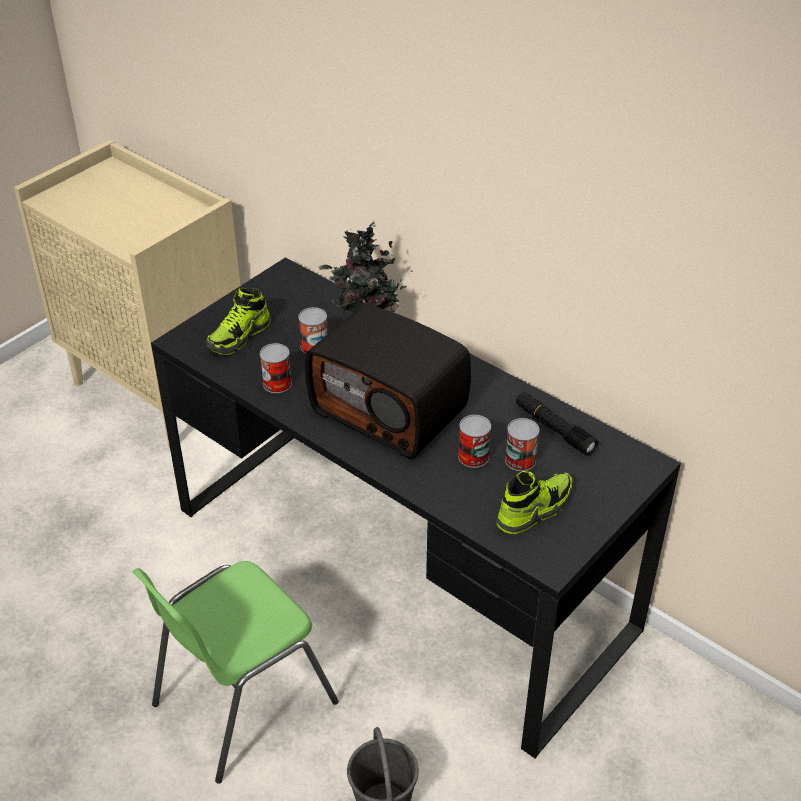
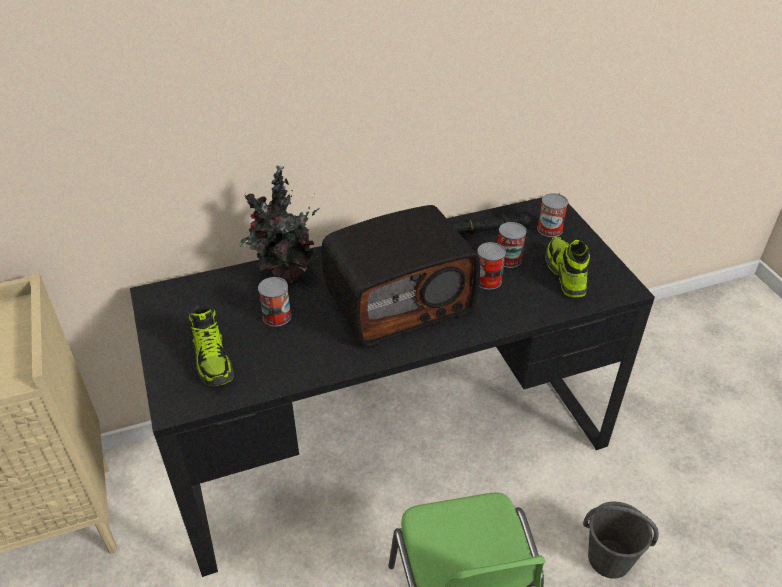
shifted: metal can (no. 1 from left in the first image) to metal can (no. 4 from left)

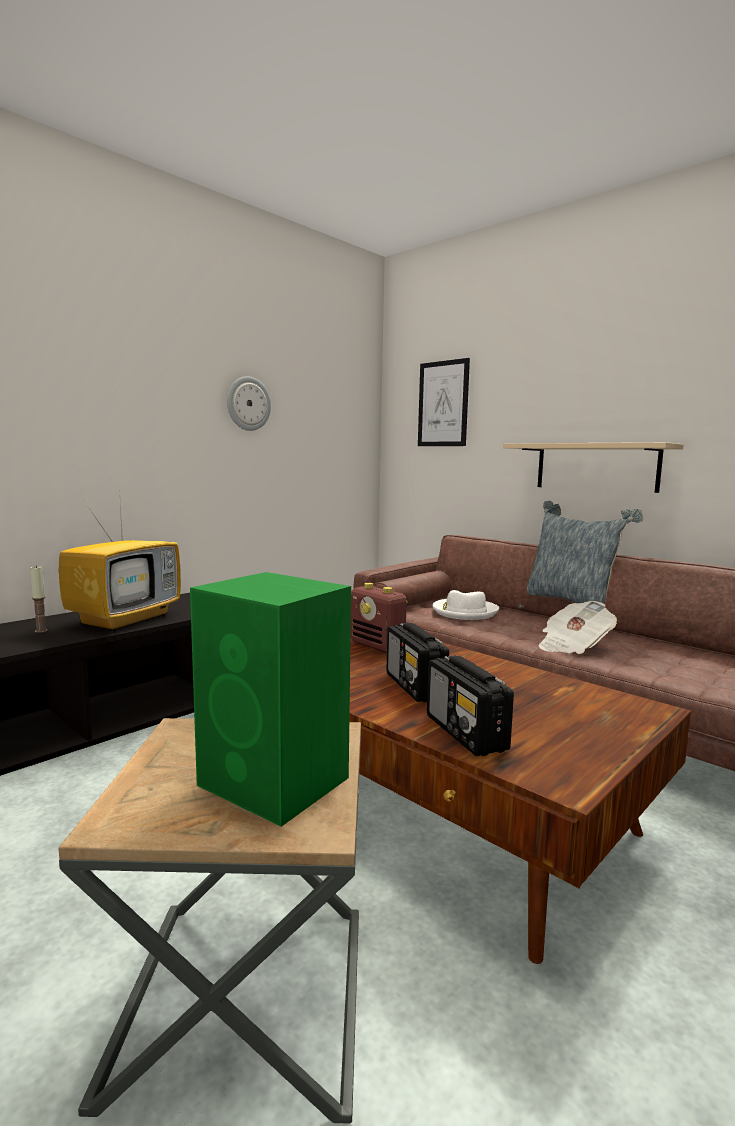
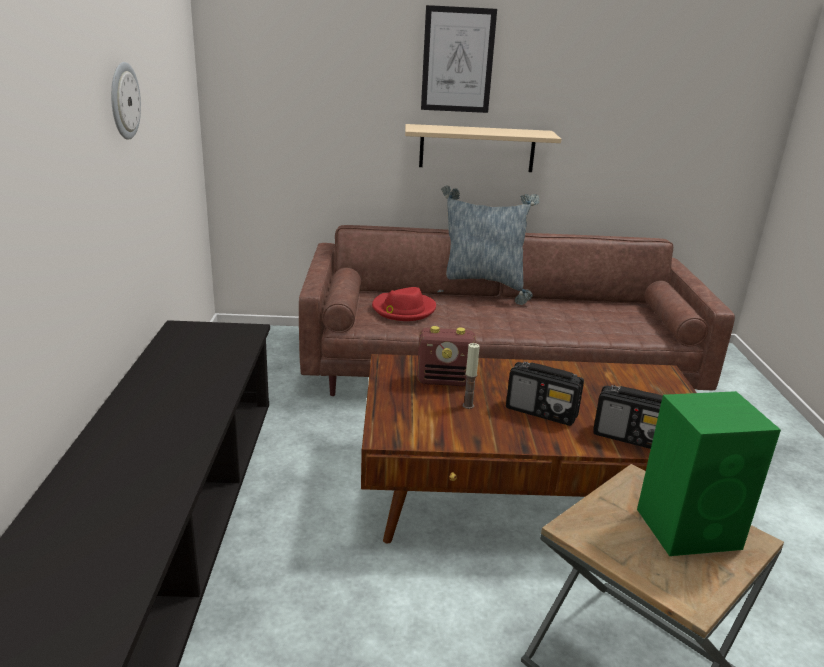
gone: TV set; printed paper
shifted: wax light; wall art
repainted: clothing hat/white to clothing hat/red-coloured

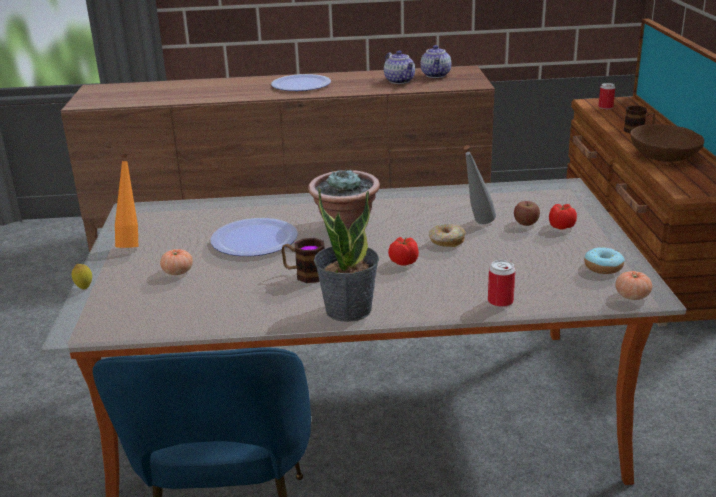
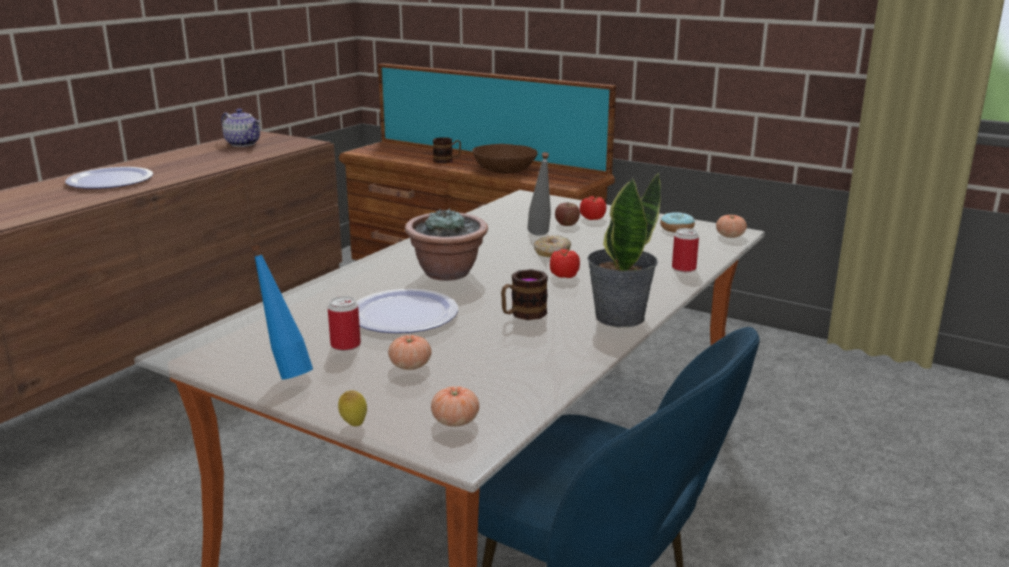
gone: pot for tea (no. 1 from left)
new: fresh tomato (no. 2 from left)
shifted: metal can (no. 2 from left in the first image) to metal can (no. 1 from left)
repainted: bottle/orange-coloured to bottle/bluish

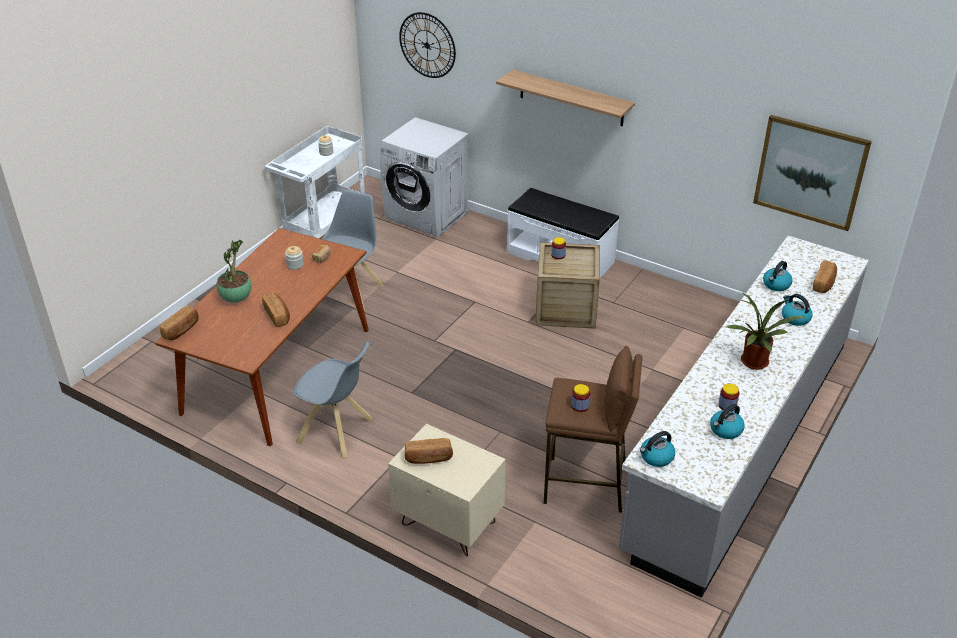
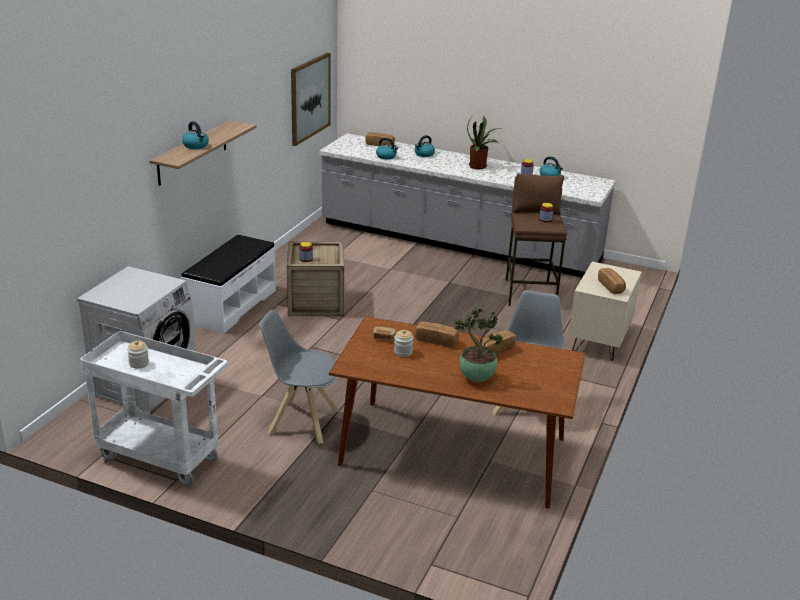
gone: clock on the wall
shifted: bakery bread (no. 1 from left in the first image) to bakery bread (no. 3 from left); tea kettle (no. 1 from left)

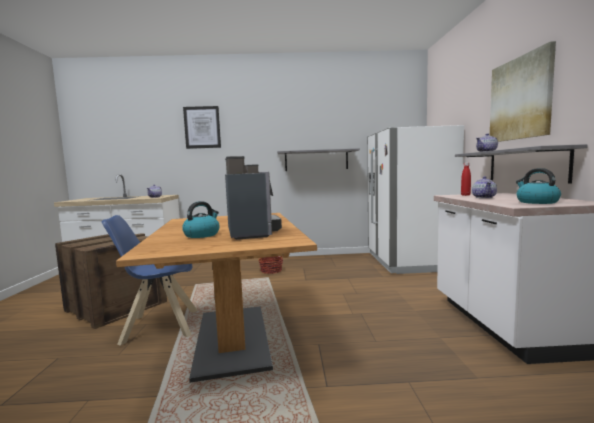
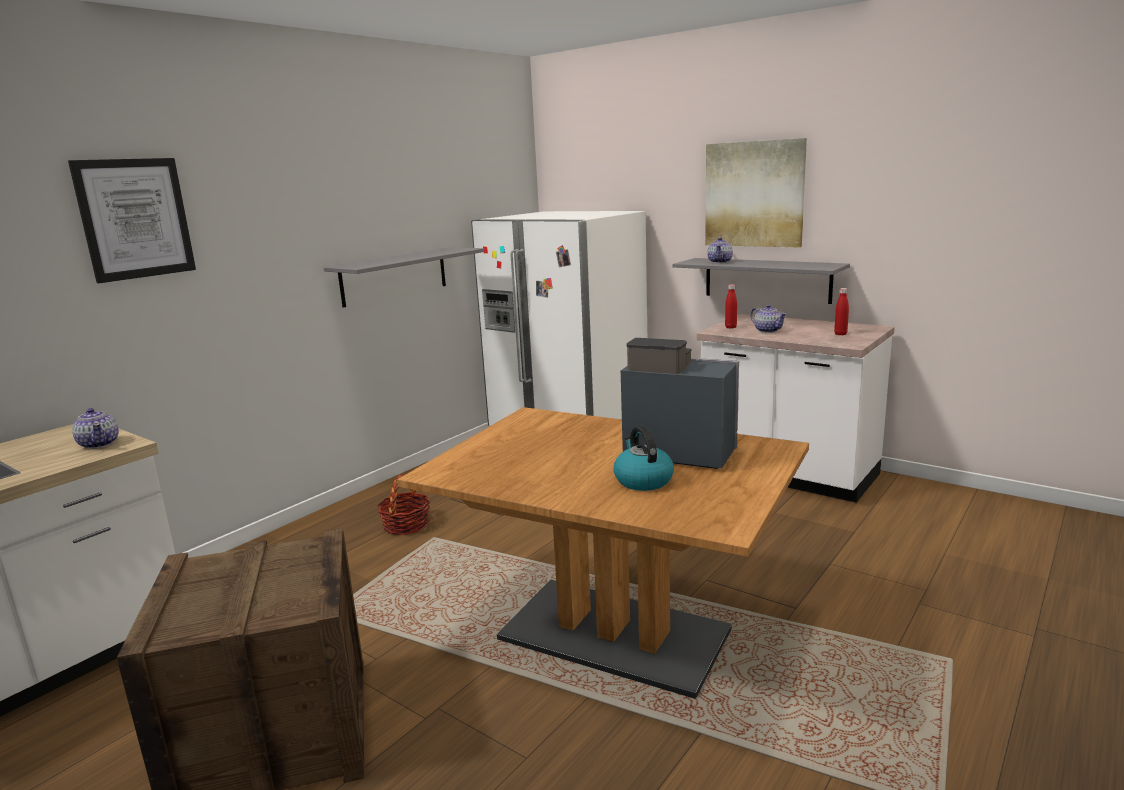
gone: upright chair/bluish
swapped: tea kettle (no. 2 from left) to bottle/red-coloured (no. 2 from left)

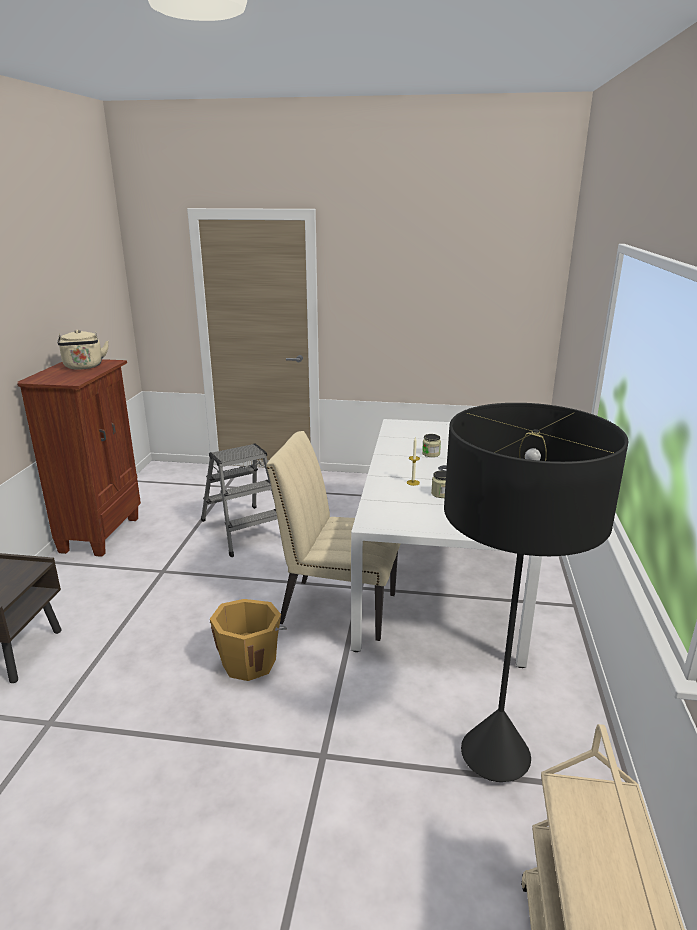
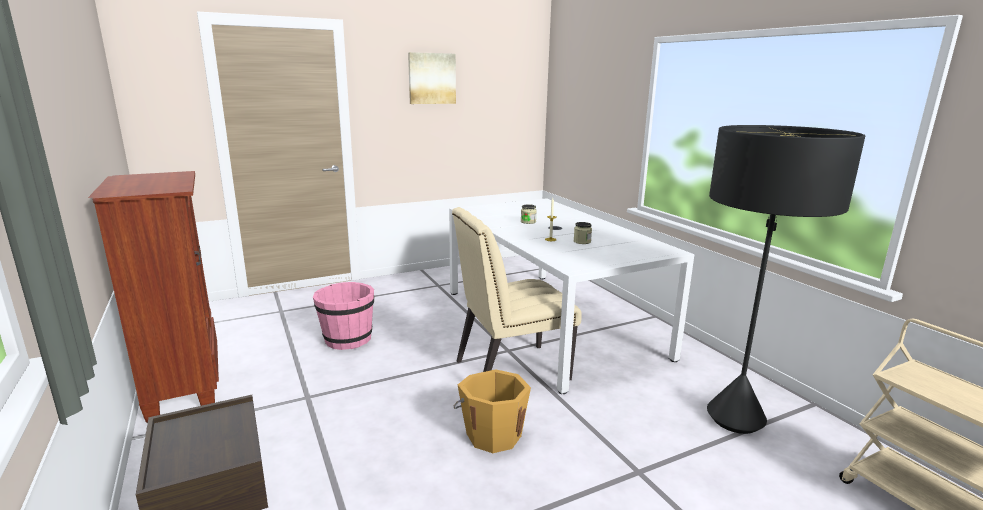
gone: tea kettle/sand-coloured
new: wall art
swapped: stepladder/greyish to pail/pink

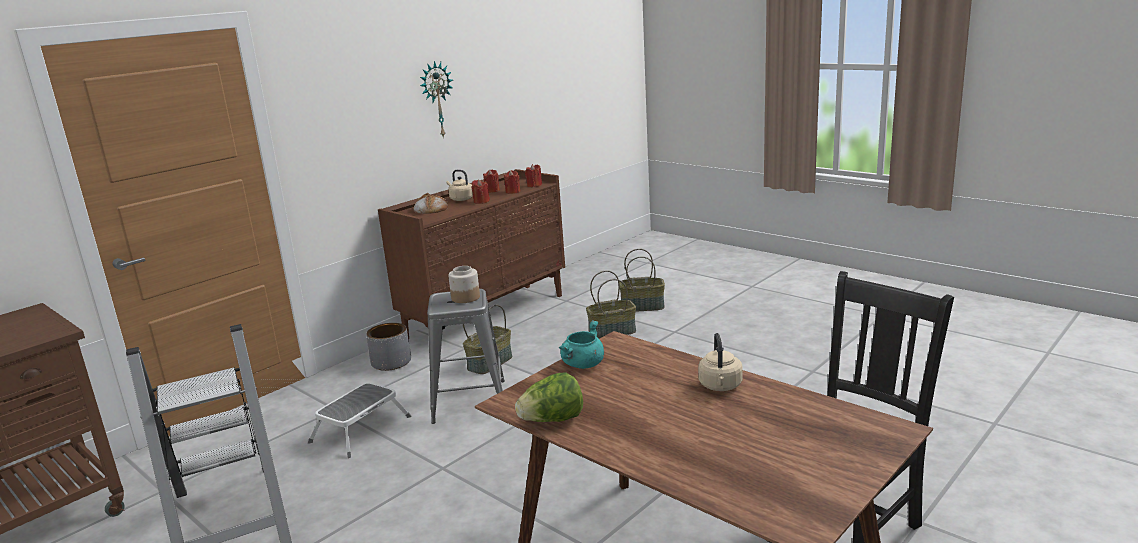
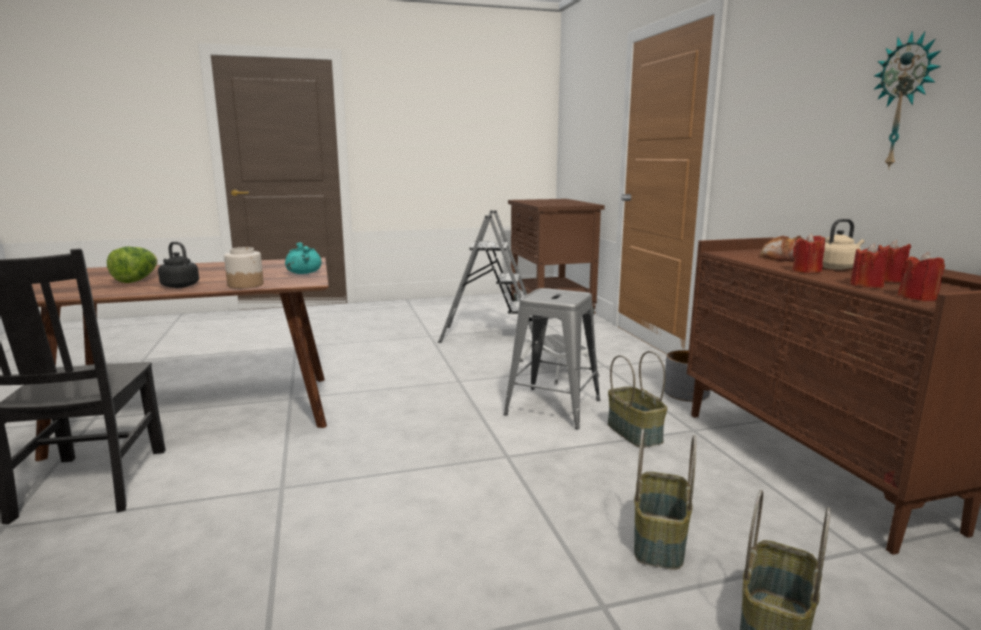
shifted: preserve jar; lettuce
repainted: tea kettle/sand-coloured (no. 2 from left) to tea kettle/black

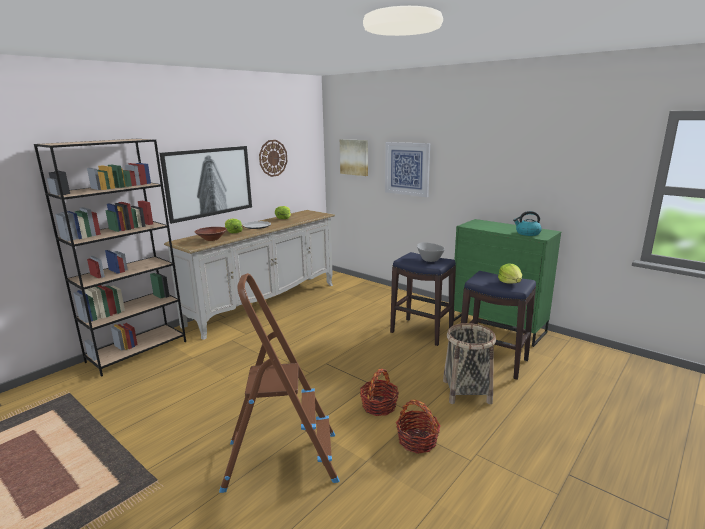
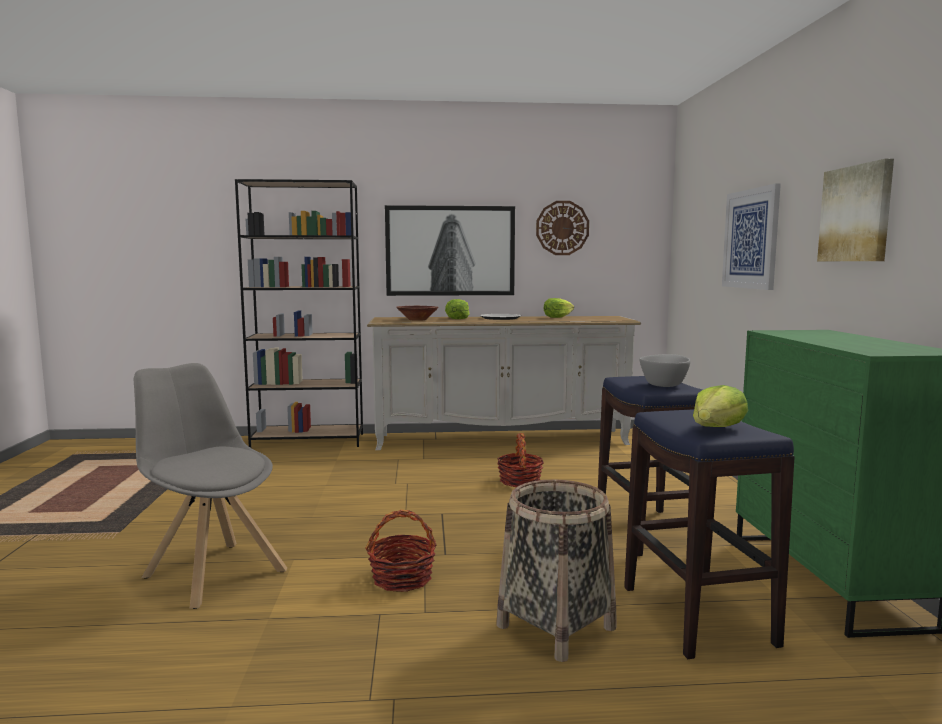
gone: tea kettle
shifted: wall art (no. 2 from left in the first image) to wall art (no. 3 from left); household basket (no. 2 from left)
swapped: stepladder/brownish to upright chair/greyish

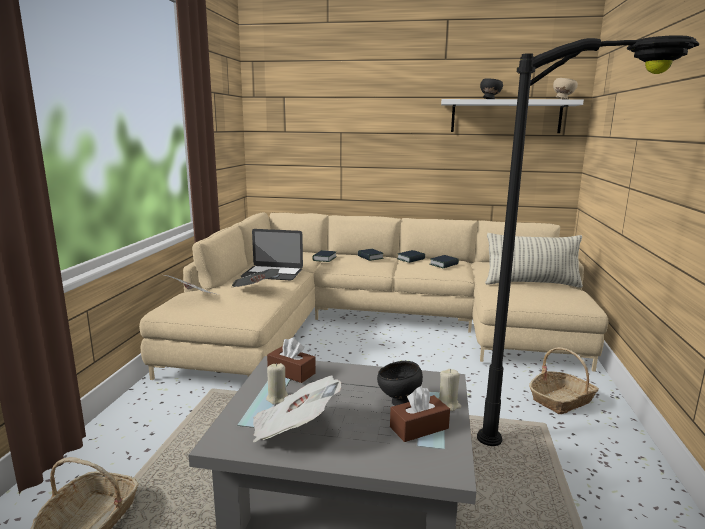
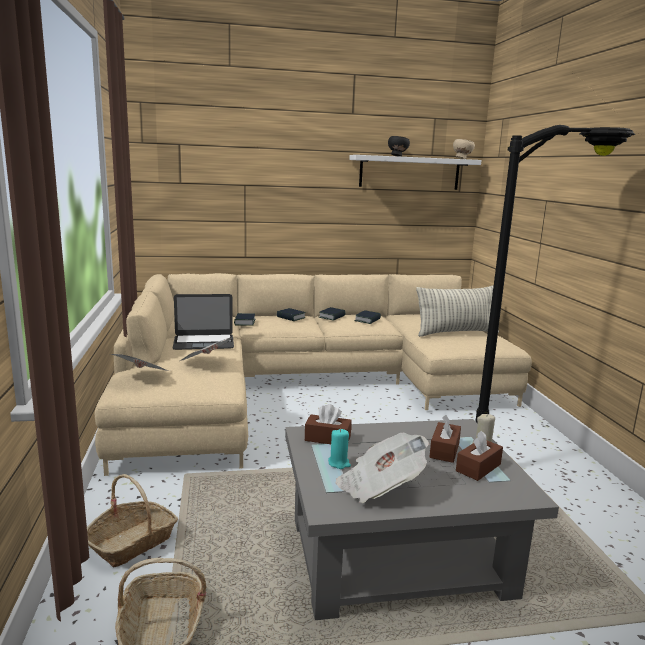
shifted: household basket (no. 2 from left in the first image) to household basket (no. 1 from left)
swapped: deep dish/black (no. 1 from left) to tissue box/brownish (no. 2 from left)
repainted: wax light/sand-coloured (no. 1 from left) to wax light/turquoise-coloured

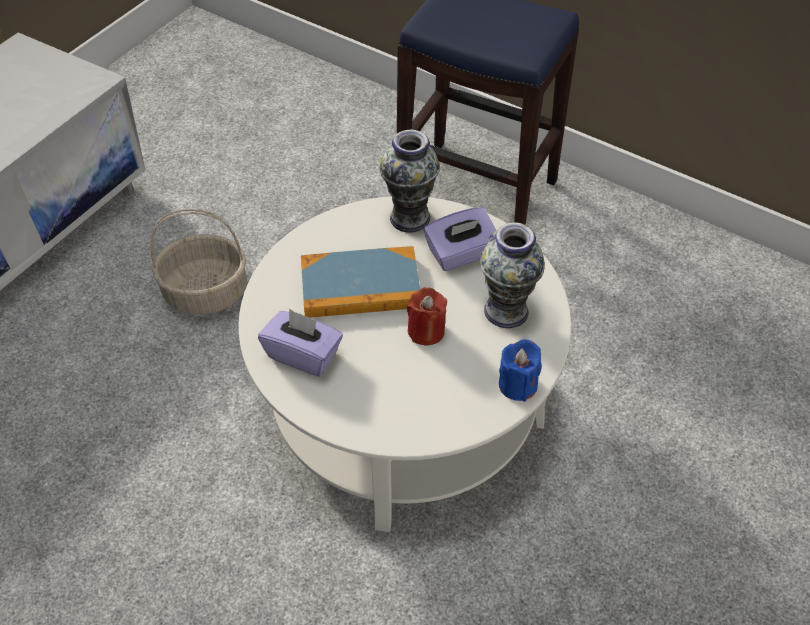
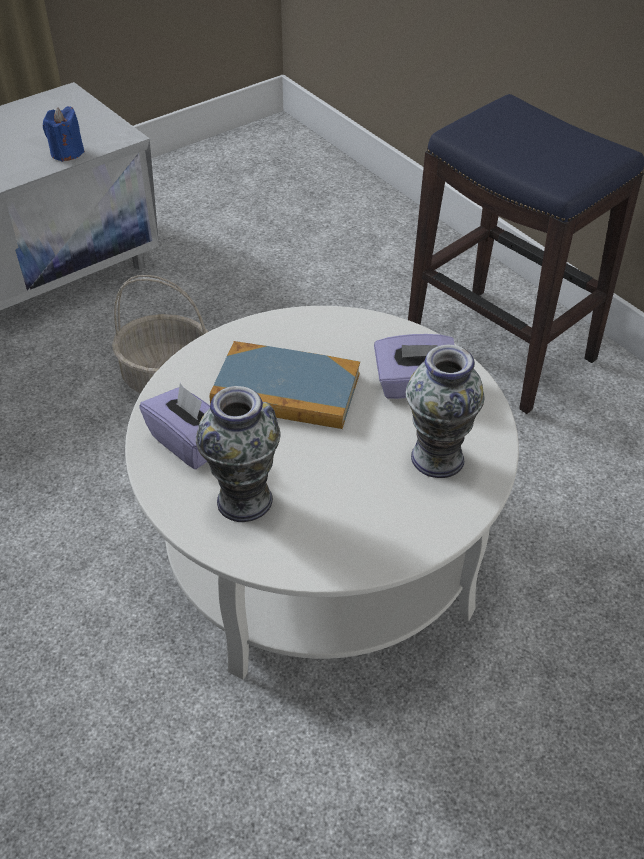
gone: wax light/red-coloured
shifted: flower vase (no. 1 from left); wax light/bluish

